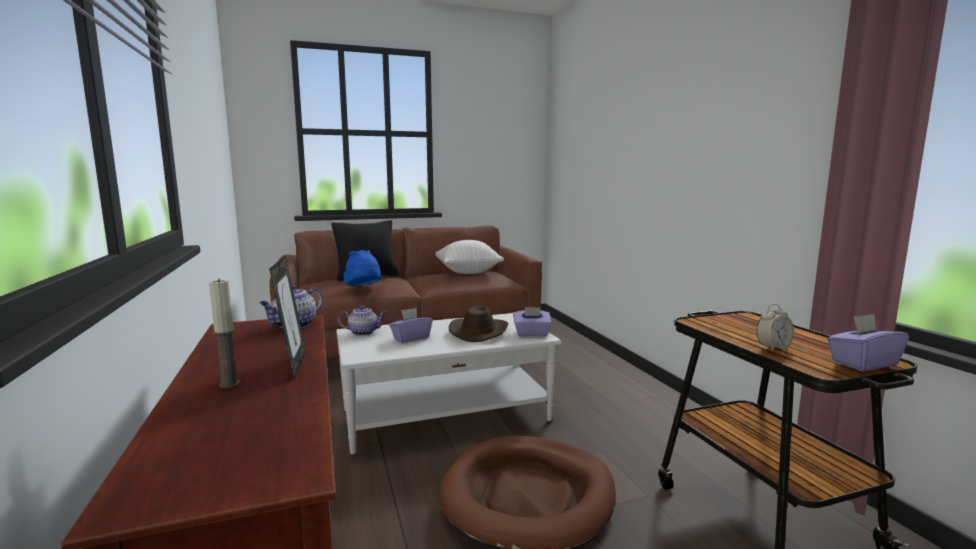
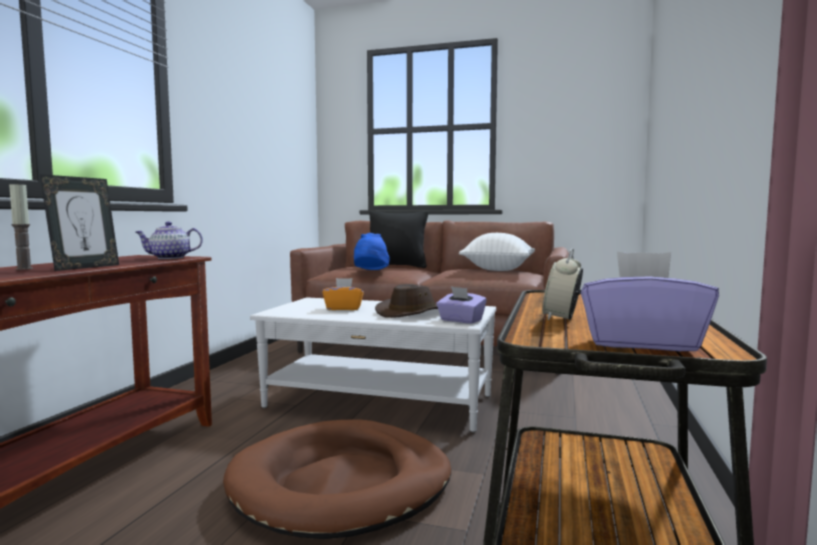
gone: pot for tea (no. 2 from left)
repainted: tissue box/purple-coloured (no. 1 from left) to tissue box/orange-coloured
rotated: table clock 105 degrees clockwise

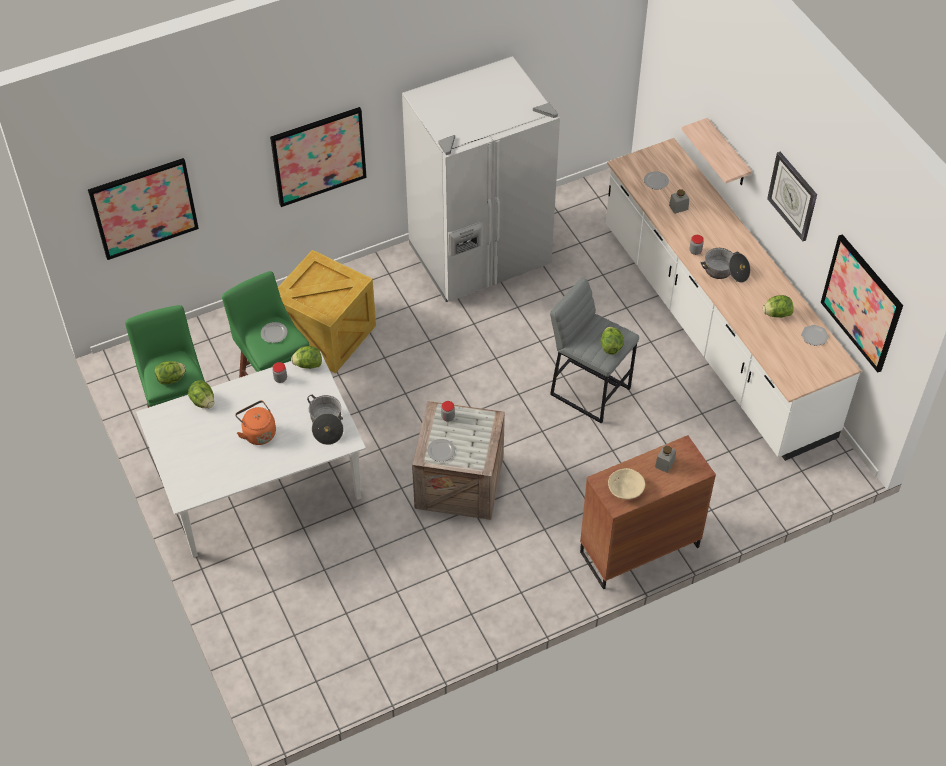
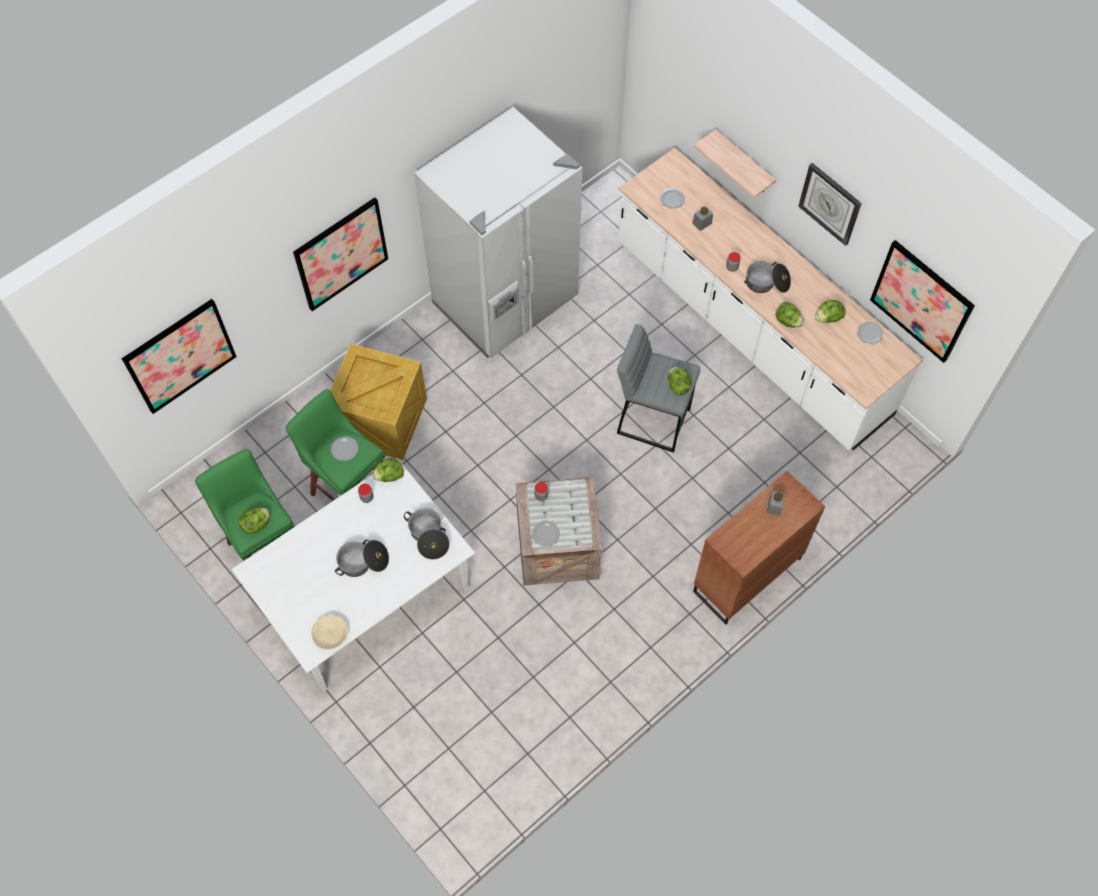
shifted: lettuce (no. 2 from left in the first image) to lettuce (no. 4 from left); deep dish/sand-coloured
swapped: tea kettle/orange-coloured to stockpot (no. 1 from left)

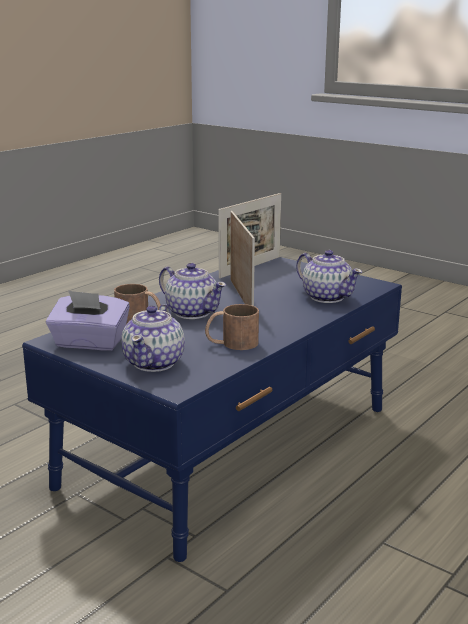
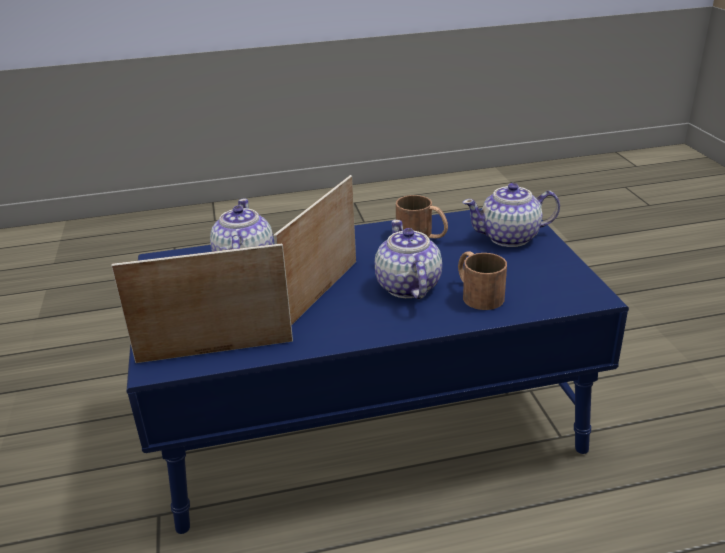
gone: tissue box/purple-coloured
rotated: pot for tea (no. 1 from left in the first image) 150 degrees counterclockwise

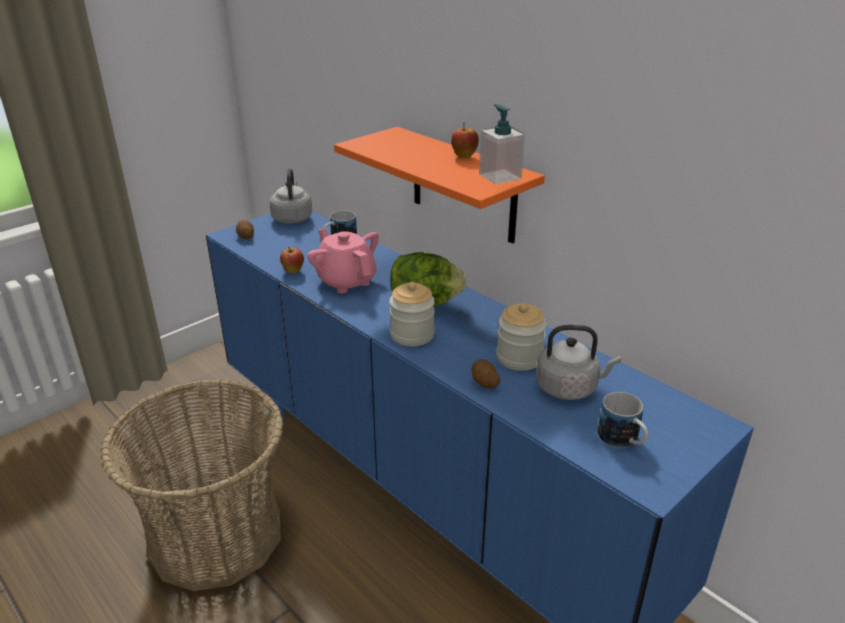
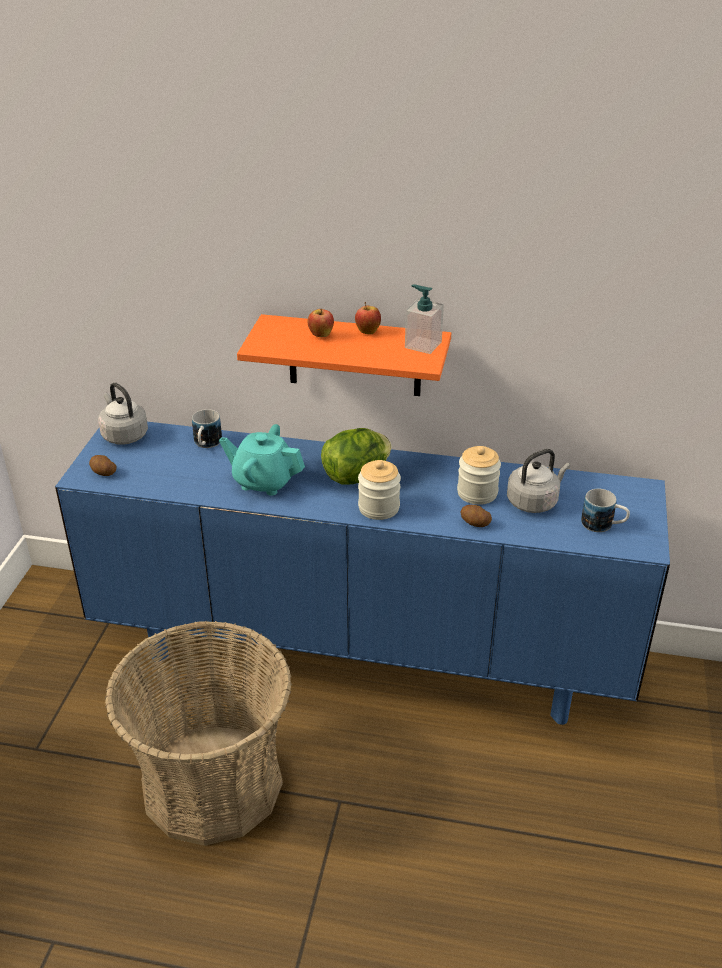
shifted: whole apple (no. 1 from left)
repainted: pot for tea/pink to pot for tea/turquoise-coloured

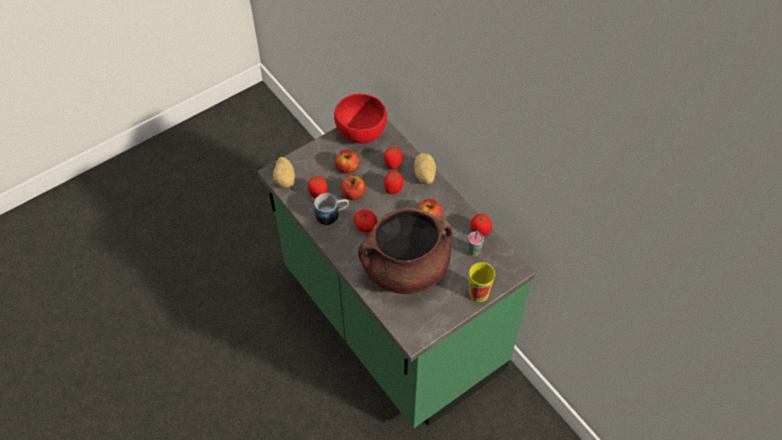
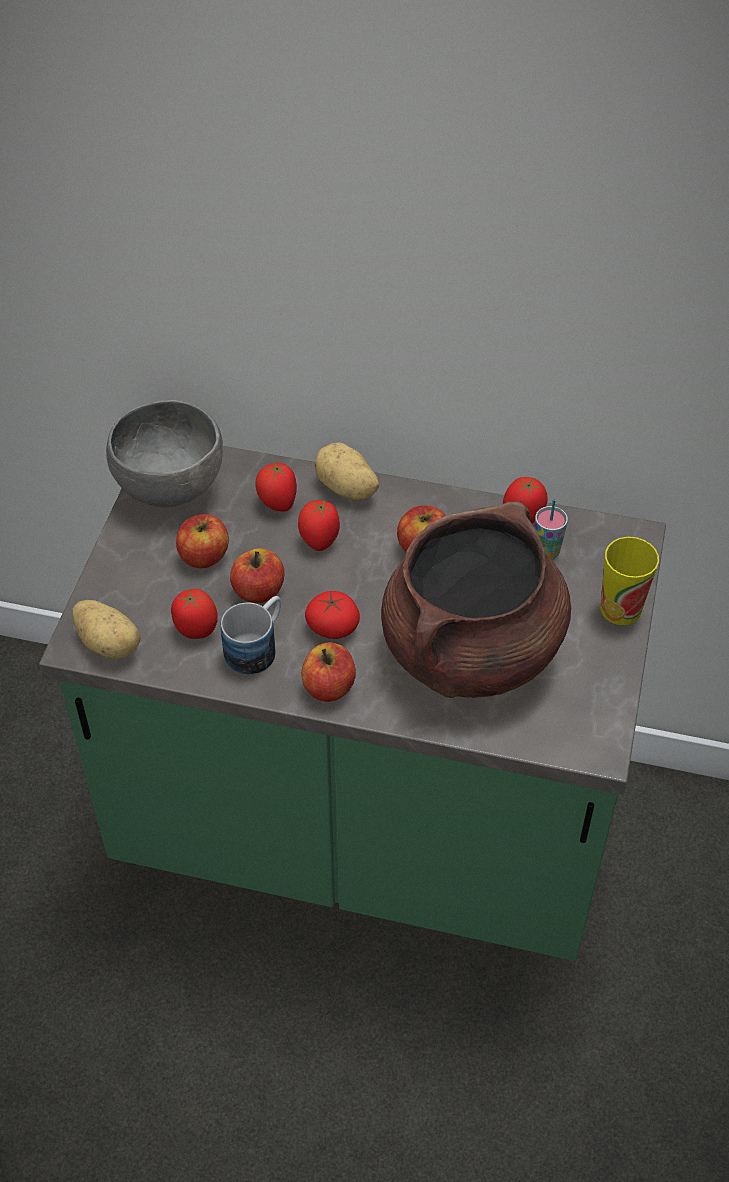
new: whole apple (no. 3 from left)
repainted: deep dish/red-coloured to deep dish/greyish

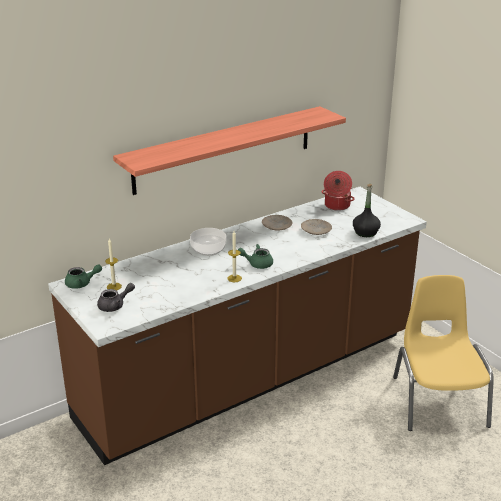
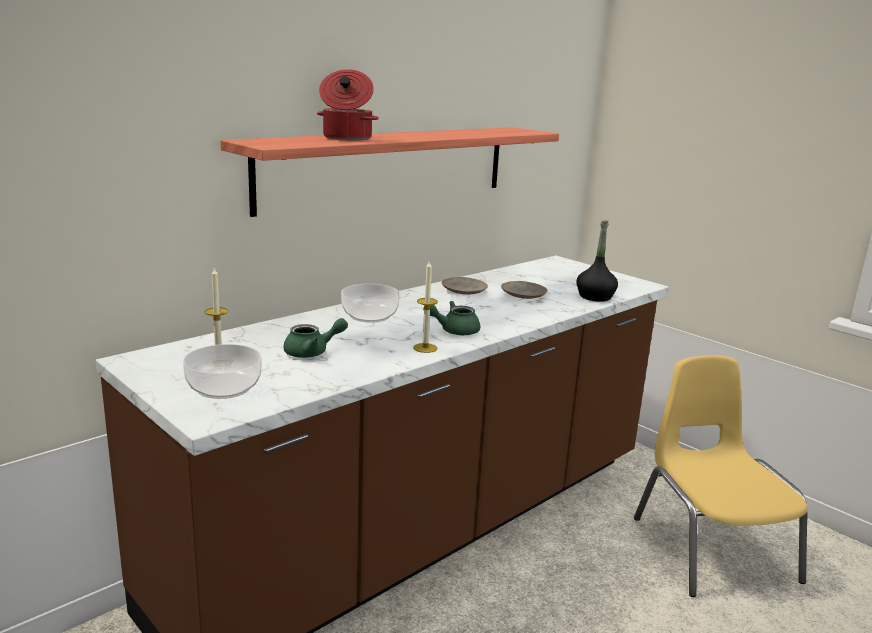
shifted: pot for tea/green (no. 1 from left); stockpot
swapped: pot for tea/greyish to deep dish (no. 1 from left)

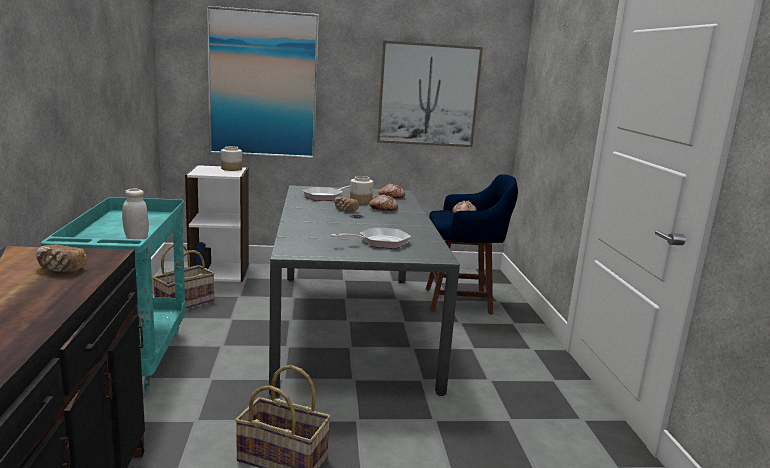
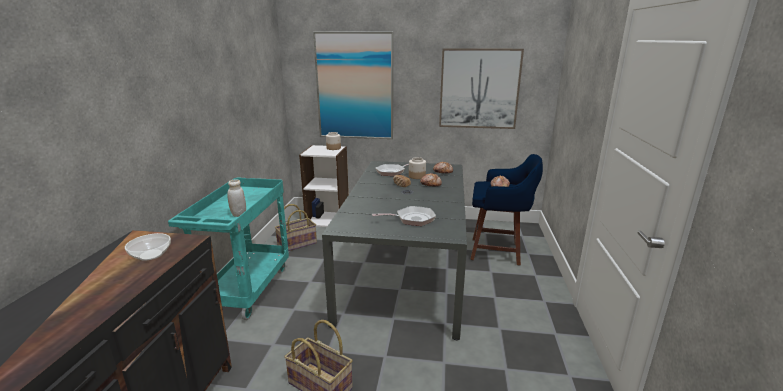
swapped: bakery bread (no. 1 from left) to deep dish

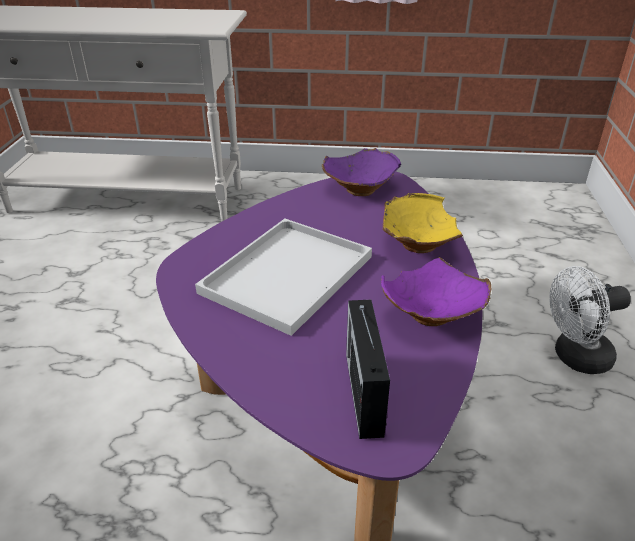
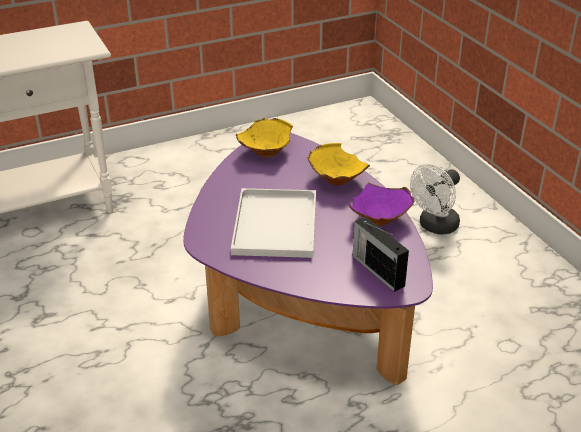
repainted: deep dish/purple-coloured (no. 1 from left) to deep dish/yellow (no. 1 from left)

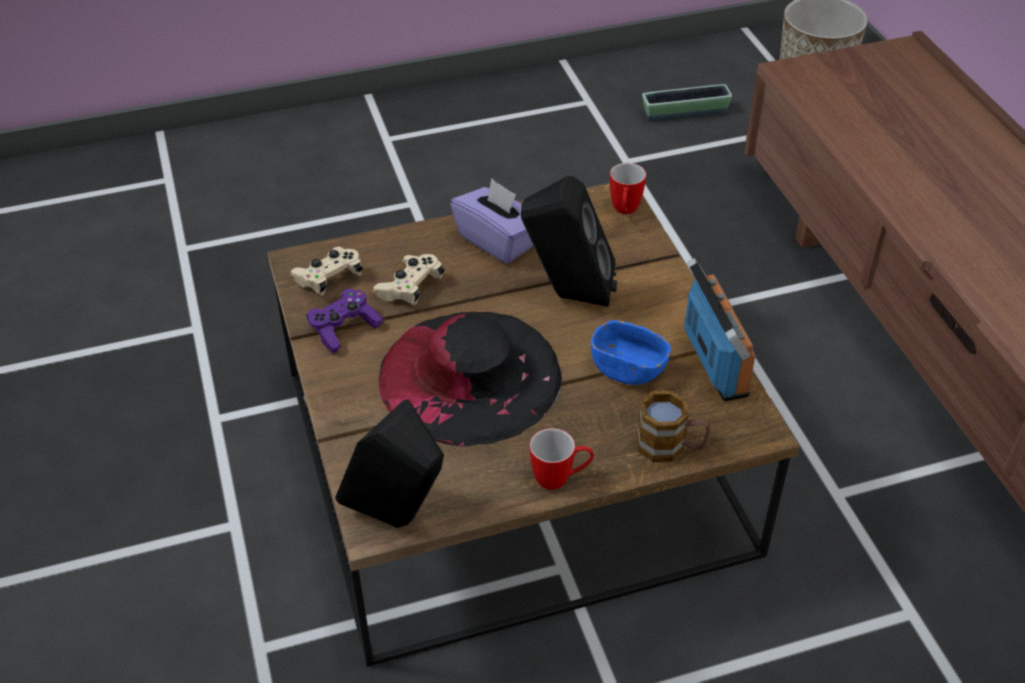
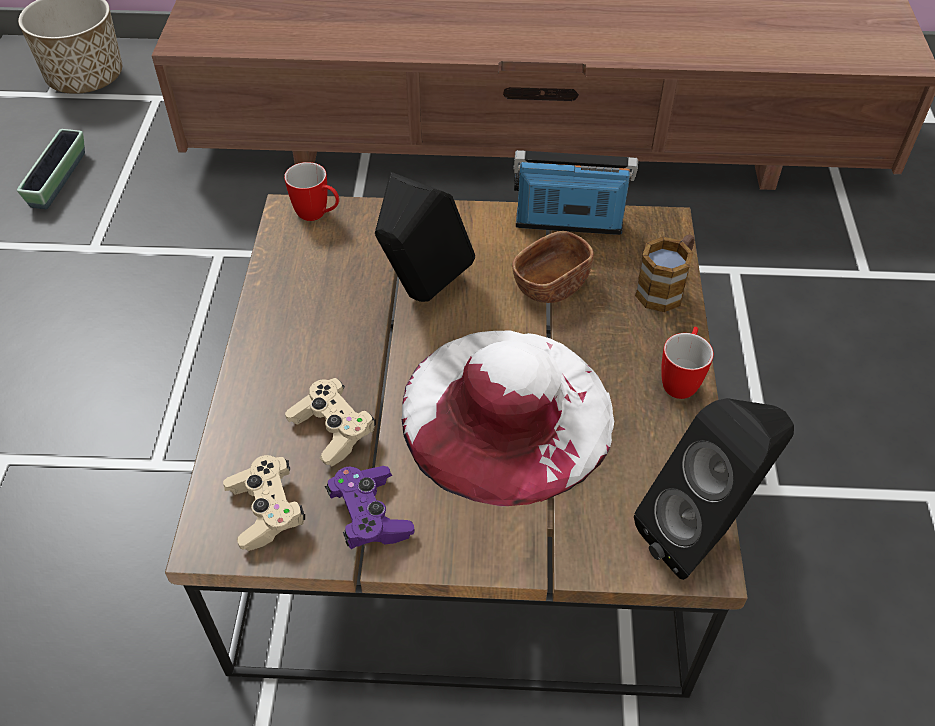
gone: tissue box/purple-coloured
repainted: clothing hat/black to clothing hat/white; deep dish/bluish to deep dish/brownish

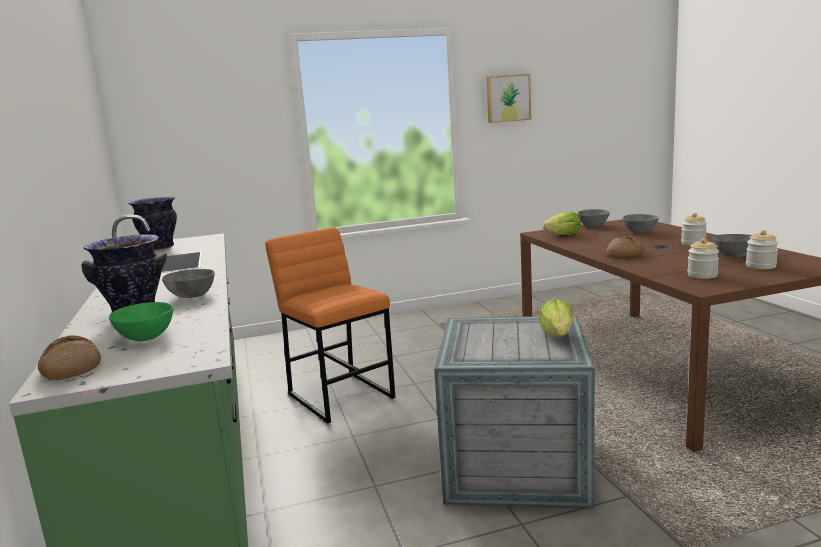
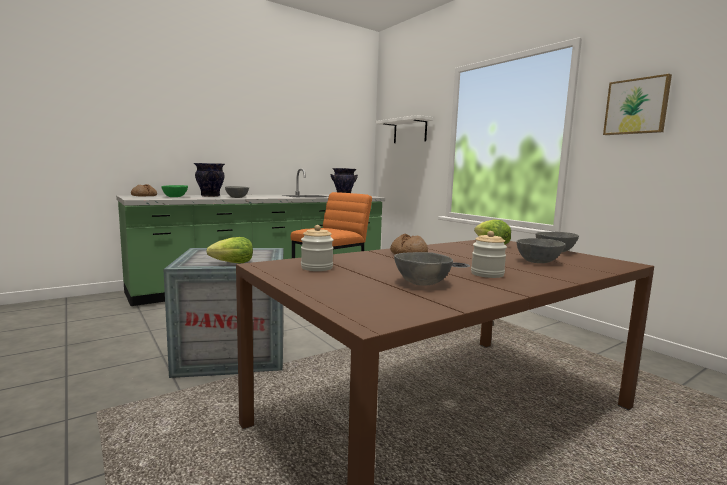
gone: preserve jar (no. 3 from left)
new: bracket shelf/white

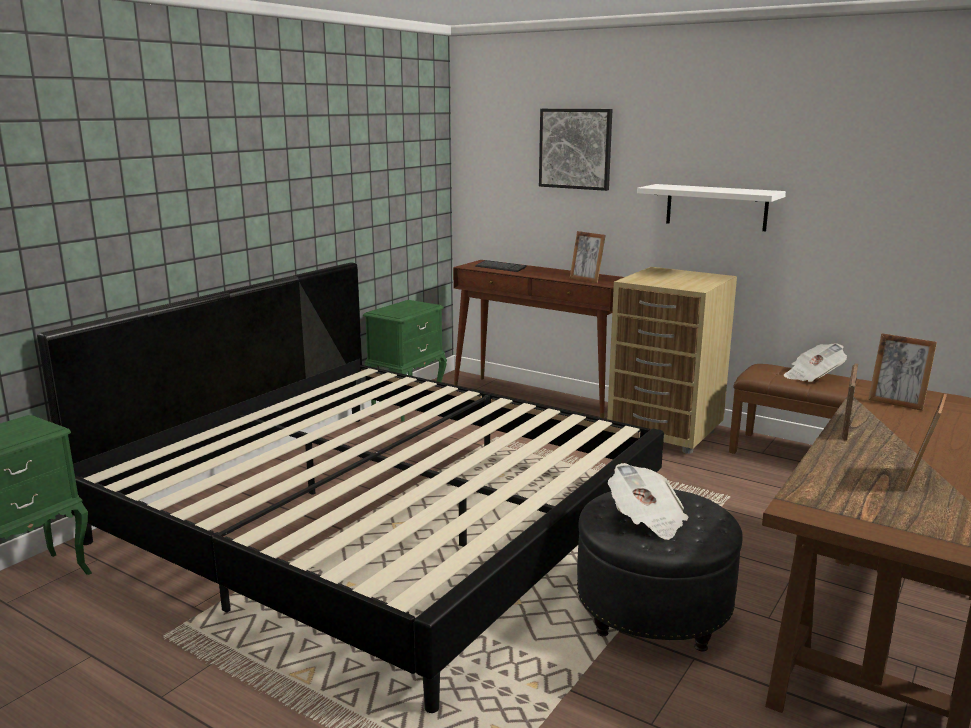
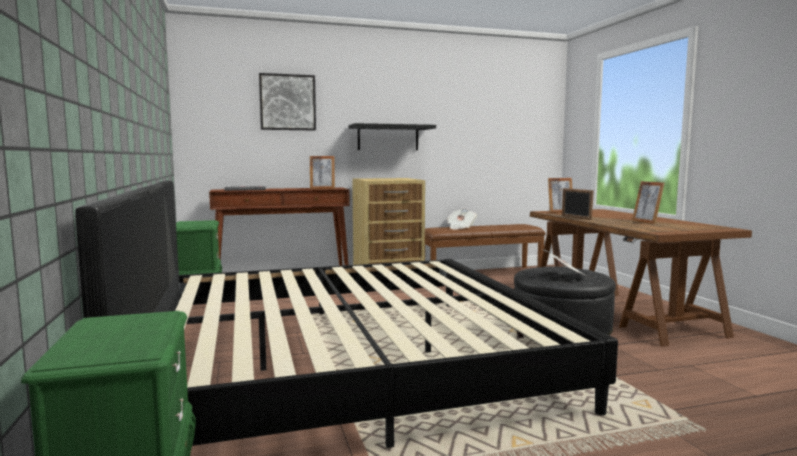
repainted: bracket shelf/white to bracket shelf/black

